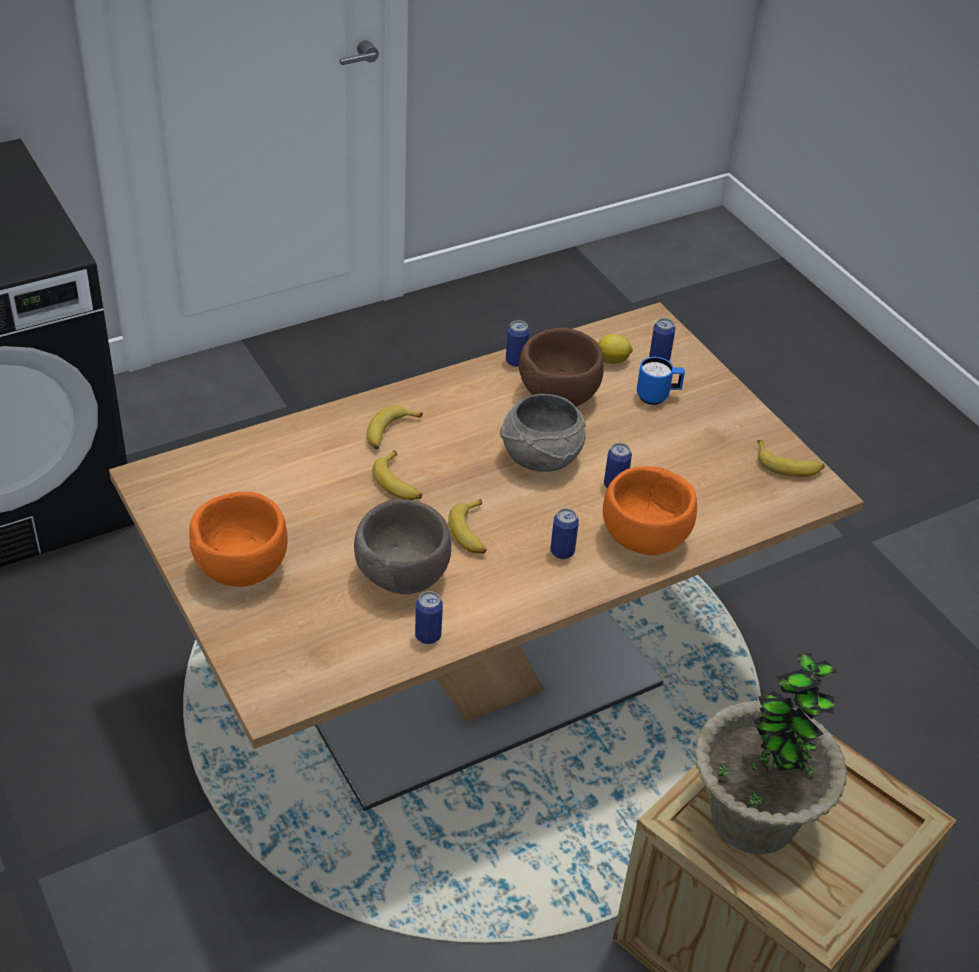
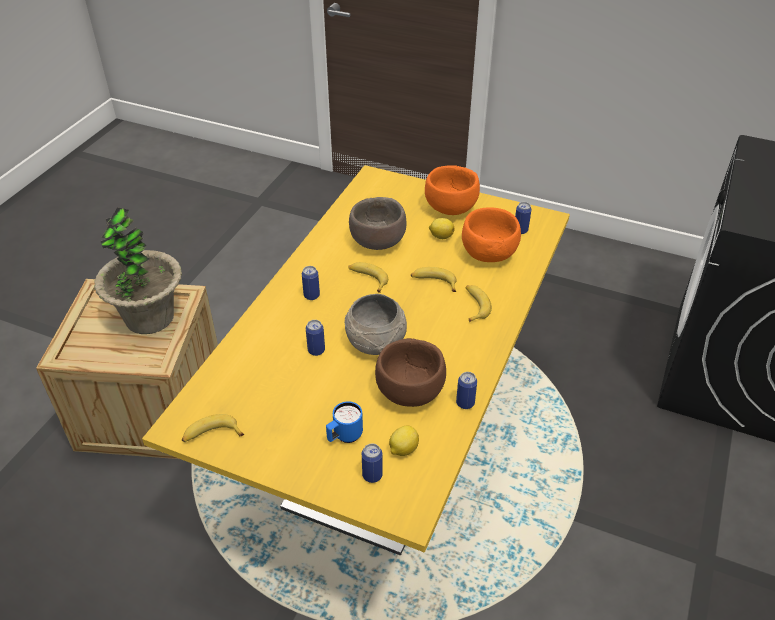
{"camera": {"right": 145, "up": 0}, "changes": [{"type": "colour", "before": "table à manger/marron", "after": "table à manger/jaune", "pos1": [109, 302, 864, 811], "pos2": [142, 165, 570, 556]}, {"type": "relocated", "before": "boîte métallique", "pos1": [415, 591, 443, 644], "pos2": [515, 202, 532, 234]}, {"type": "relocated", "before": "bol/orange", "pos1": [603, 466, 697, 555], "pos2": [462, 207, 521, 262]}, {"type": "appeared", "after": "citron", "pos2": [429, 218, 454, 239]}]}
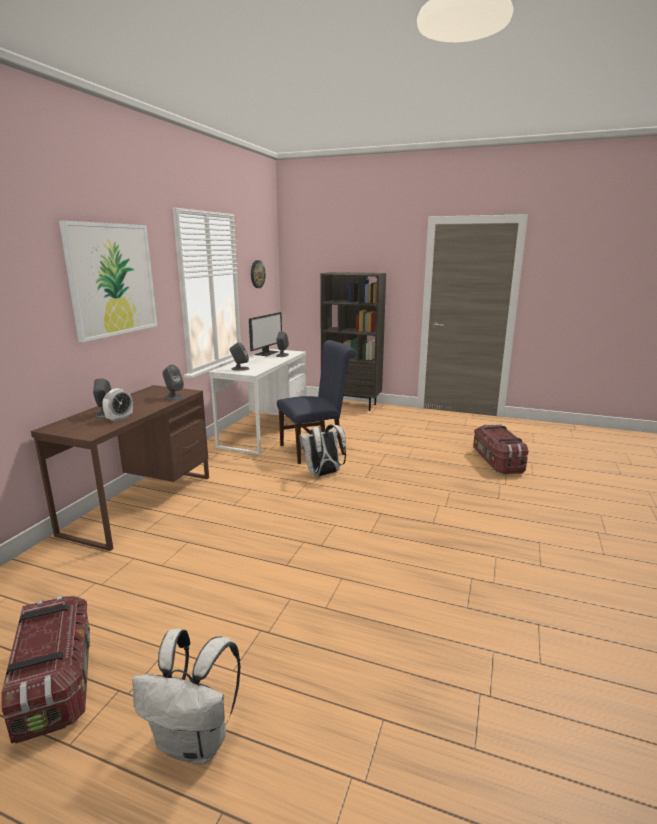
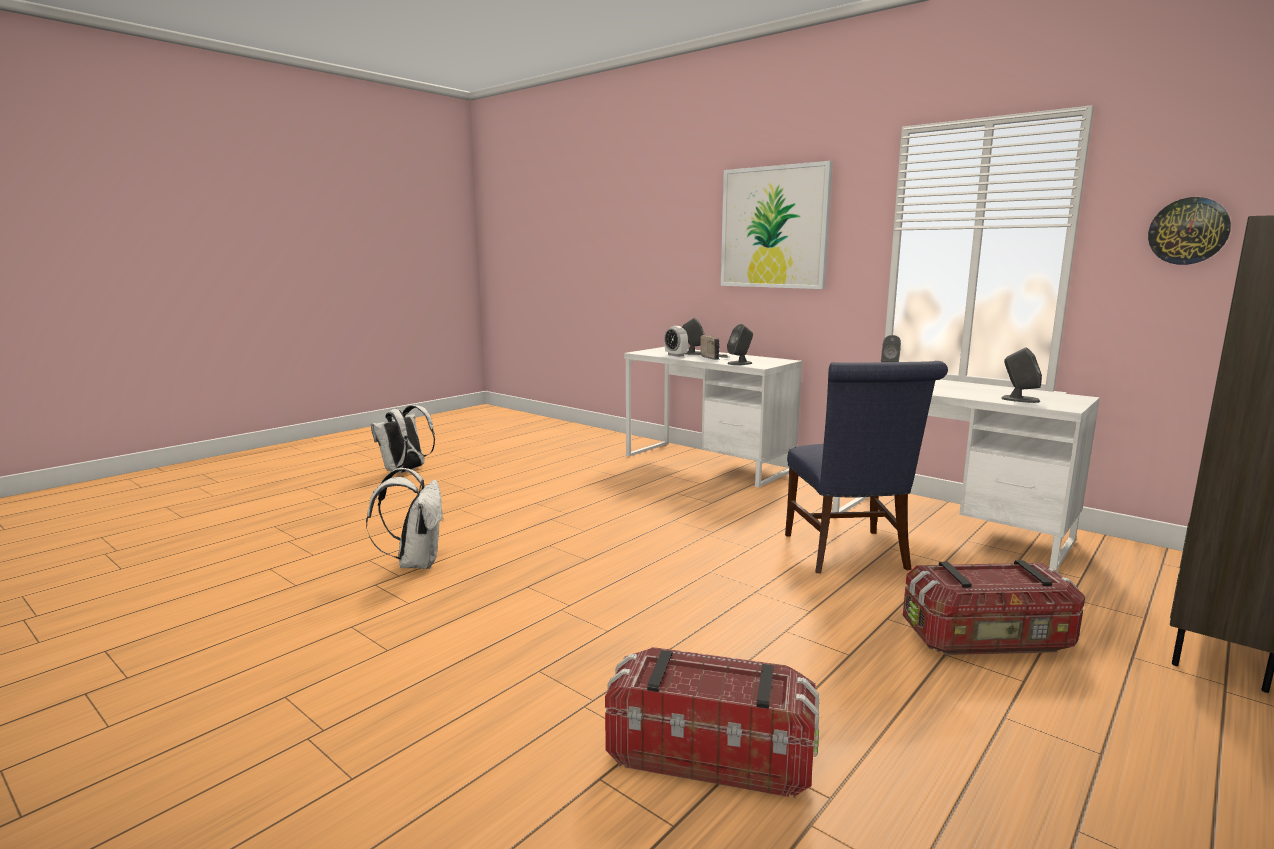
{"camera": {"right": 110, "up": -5}, "changes": [{"type": "relocated", "before": "boîte de rangement", "pos1": [1, 596, 90, 744], "pos2": [903, 560, 1085, 655]}, {"type": "colour", "before": "bureau/marron", "after": "bureau/blanc", "pos1": [31, 385, 209, 551], "pos2": [624, 347, 802, 487]}, {"type": "missing", "before": "écran d'ordinateur", "pos1": [249, 312, 282, 356]}, {"type": "relocated", "before": "sac à dos/blanc", "pos1": [299, 424, 346, 477], "pos2": [366, 468, 444, 569]}, {"type": "appeared", "after": "radio", "pos2": [700, 334, 729, 360]}]}
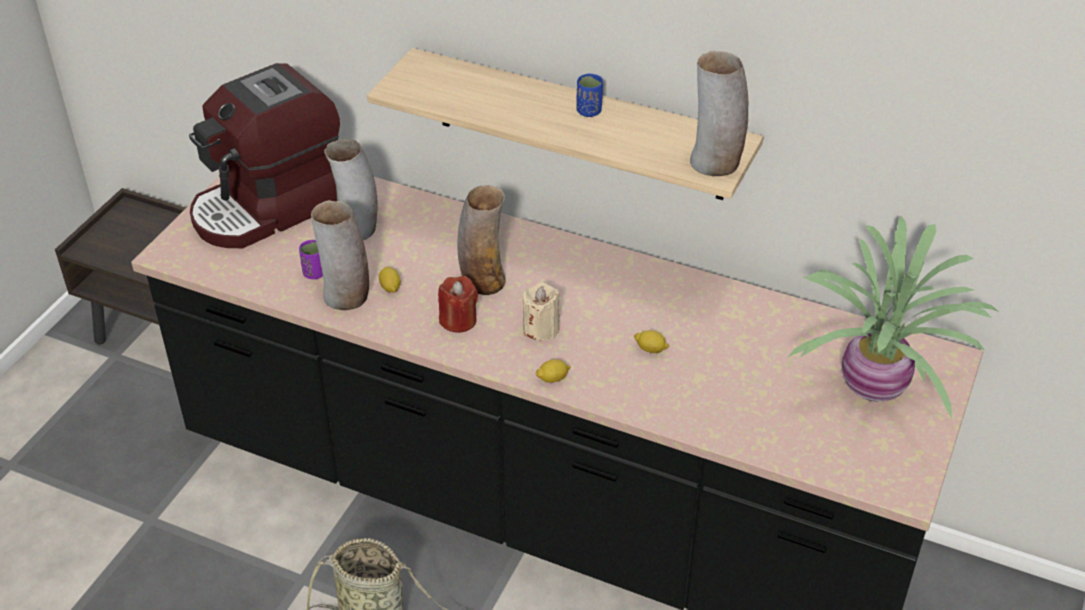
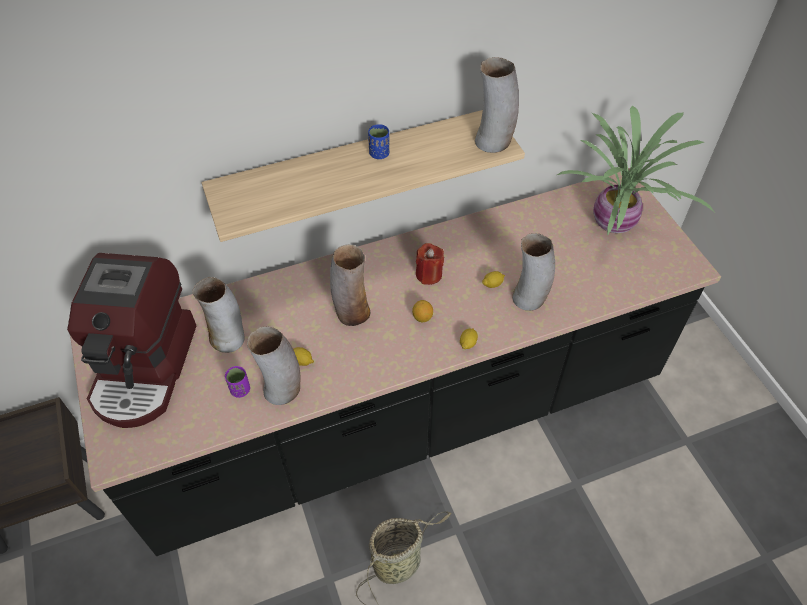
{"camera": {"right": -45, "up": 10}, "changes": [{"type": "relocated", "before": "bougie/rouge", "pos1": [438, 276, 478, 333], "pos2": [416, 243, 444, 285]}, {"type": "exchanged", "before": "bougie/beige", "after": "citron", "pos1": [523, 282, 560, 340], "pos2": [412, 300, 433, 322]}, {"type": "appeared", "after": "vase", "pos2": [512, 233, 555, 311]}]}
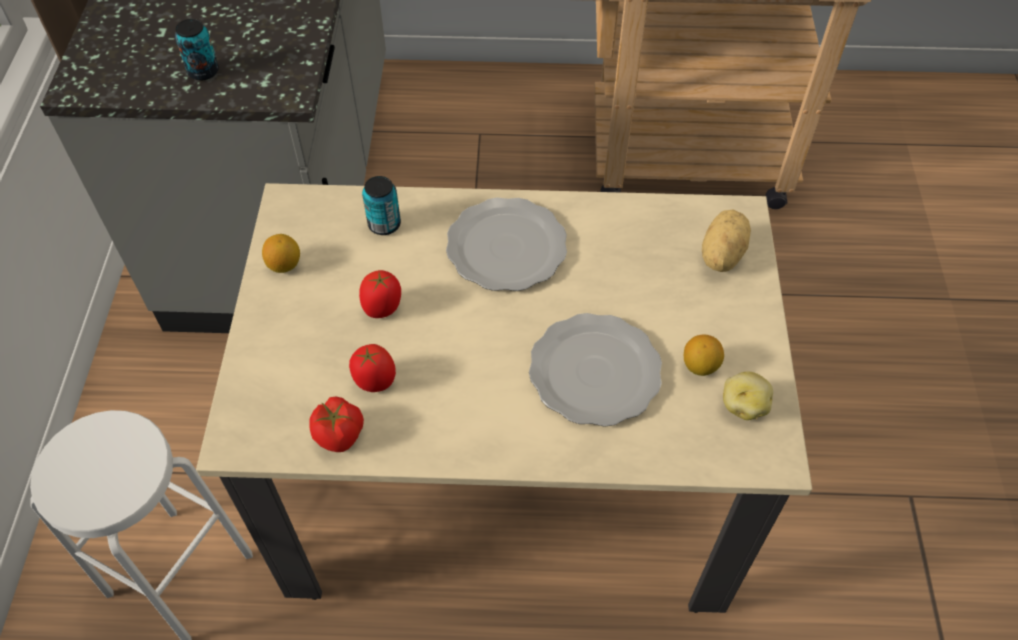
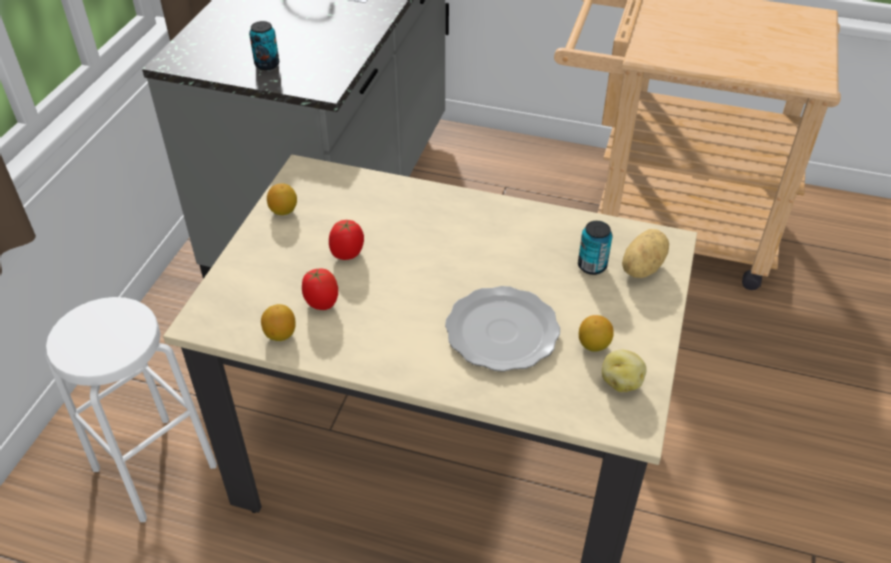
{"camera": {"right": 15, "up": -10}, "changes": [{"type": "exchanged", "before": "tomate", "after": "citron", "pos1": [309, 396, 364, 452], "pos2": [261, 304, 296, 341]}, {"type": "relocated", "before": "boîte métallique", "pos1": [362, 176, 401, 235], "pos2": [578, 221, 612, 275]}, {"type": "missing", "before": "assiette", "pos1": [446, 198, 567, 291]}]}
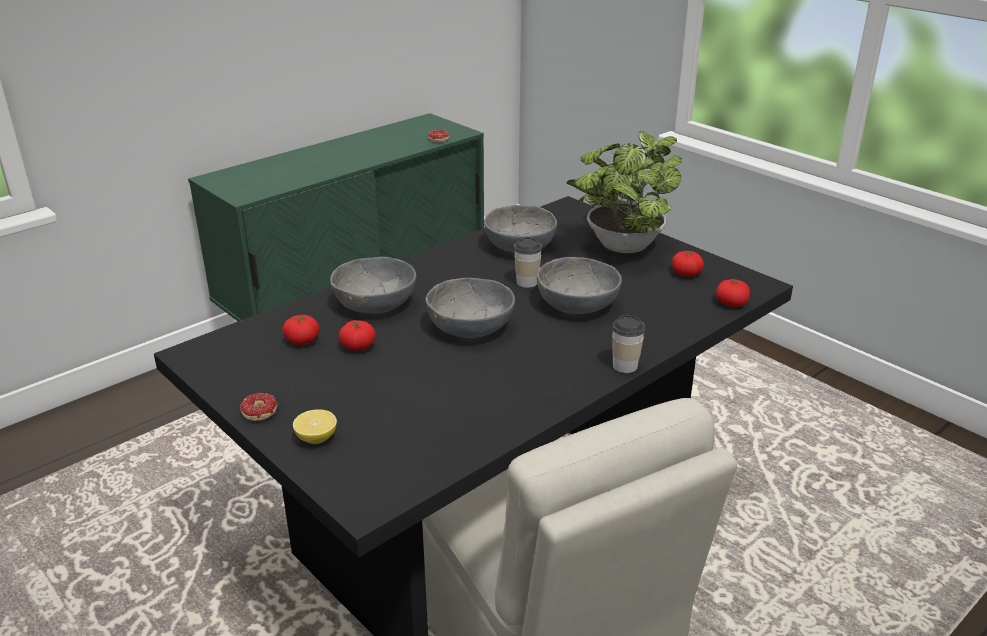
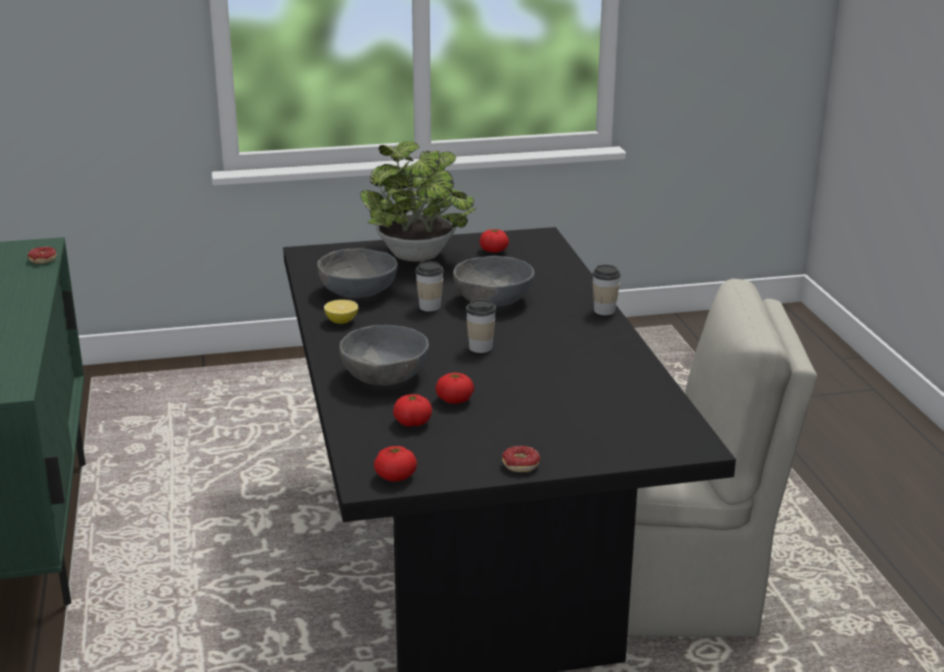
{"camera": {"right": -60, "up": -5}, "changes": [{"type": "relocated", "before": "citron", "pos1": [293, 409, 337, 444], "pos2": [324, 300, 358, 324]}, {"type": "exchanged", "before": "bol/gris", "after": "tasse", "pos1": [425, 278, 515, 338], "pos2": [466, 299, 496, 353]}, {"type": "relocated", "before": "tomate", "pos1": [716, 279, 750, 307], "pos2": [374, 446, 417, 481]}]}
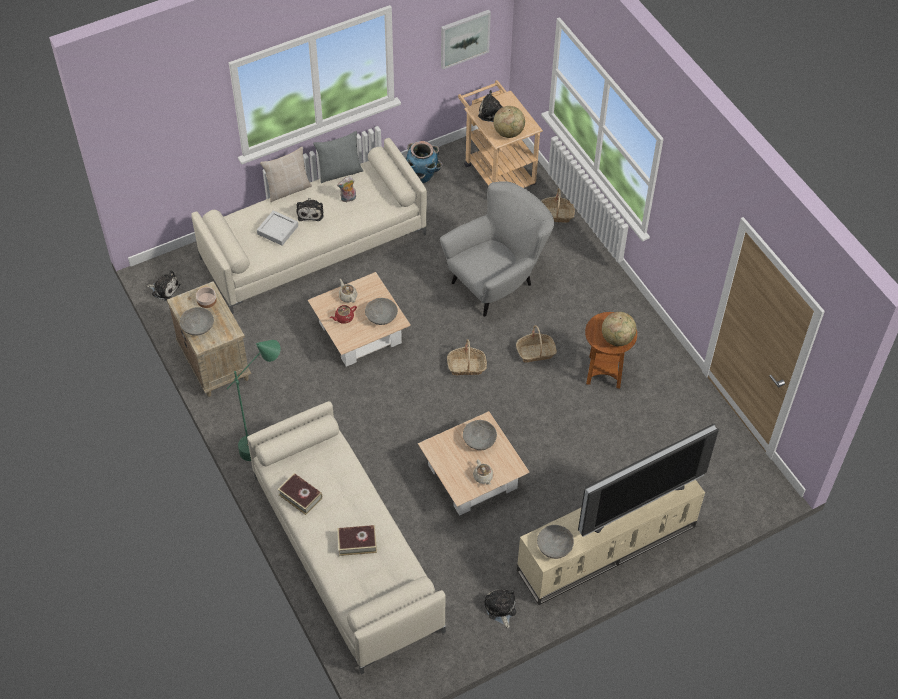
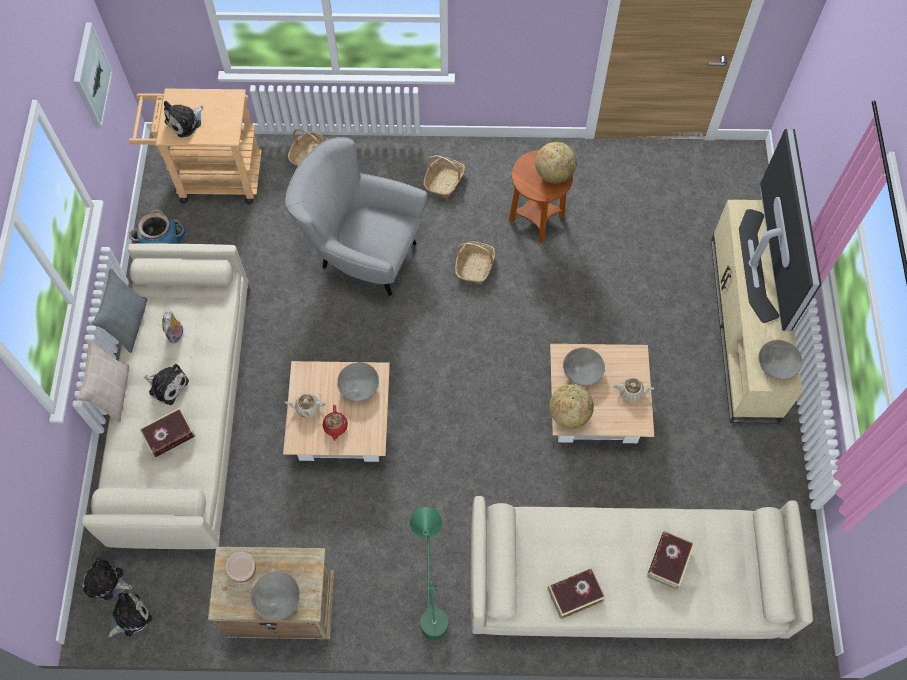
{"camera": {"right": -60, "up": 10}, "changes": [{"type": "exchanged", "before": "plateau/gris", "after": "livre", "pos1": [257, 210, 298, 245], "pos2": [139, 407, 196, 458]}, {"type": "spun", "before": "fauteuil/gris", "pos1": [440, 181, 554, 317], "pos2": [285, 137, 427, 296], "turn": -60}, {"type": "relocated", "before": "panier", "pos1": [447, 339, 487, 375], "pos2": [423, 155, 465, 198]}, {"type": "relocated", "before": "peluche", "pos1": [484, 589, 516, 629], "pos2": [82, 558, 133, 600]}, {"type": "relocated", "before": "globe", "pos1": [493, 106, 525, 138], "pos2": [550, 384, 594, 428]}]}
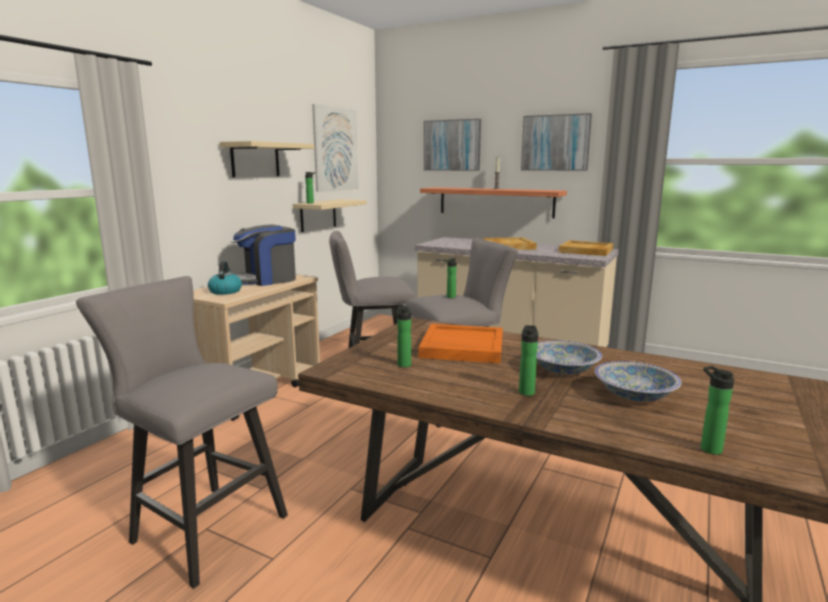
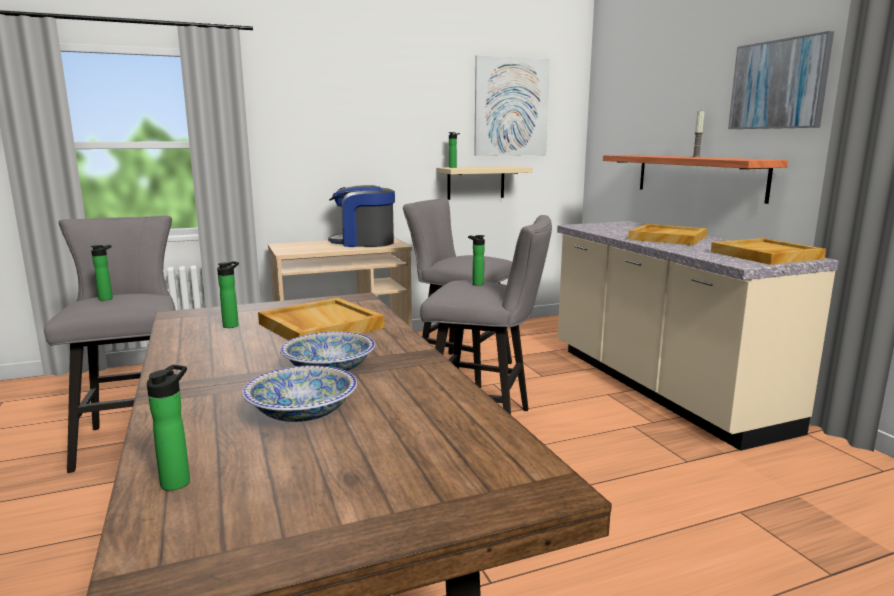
{"camera": {"right": 40, "up": 0}, "changes": [{"type": "missing", "before": "bouilloire", "pos1": [208, 261, 242, 295]}, {"type": "missing", "before": "étagère/beige", "pos1": [220, 141, 314, 178]}, {"type": "colour", "before": "plateau/orange", "after": "plateau/beige", "pos1": [419, 324, 503, 363], "pos2": [258, 298, 385, 341]}, {"type": "missing", "before": "tableau", "pos1": [424, 119, 481, 171]}, {"type": "relocated", "before": "bouteille", "pos1": [519, 325, 538, 396], "pos2": [90, 245, 113, 301]}]}
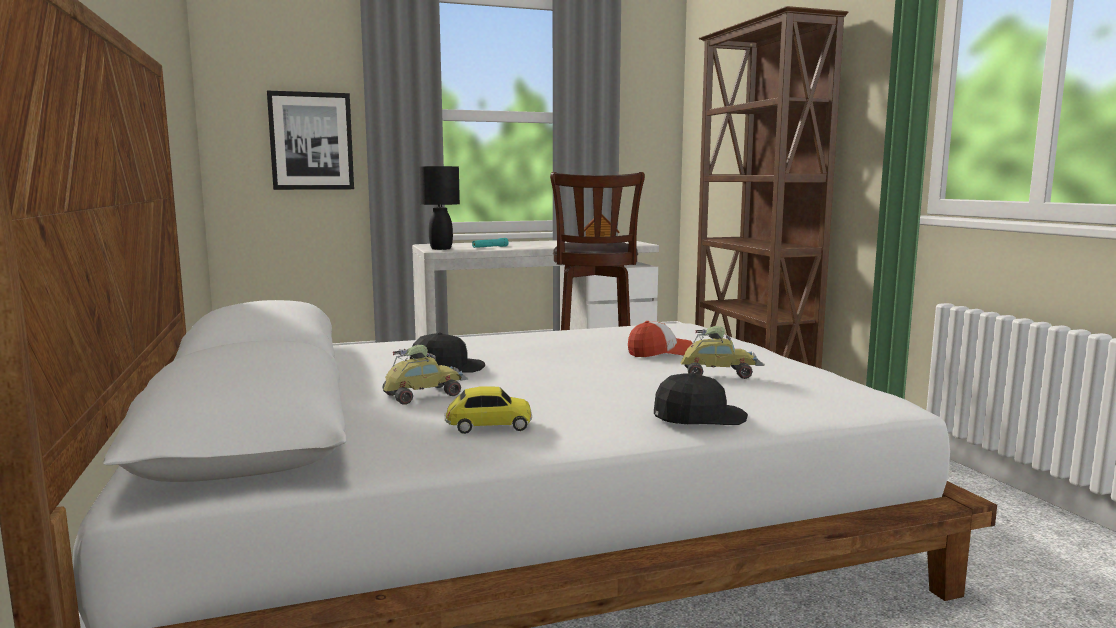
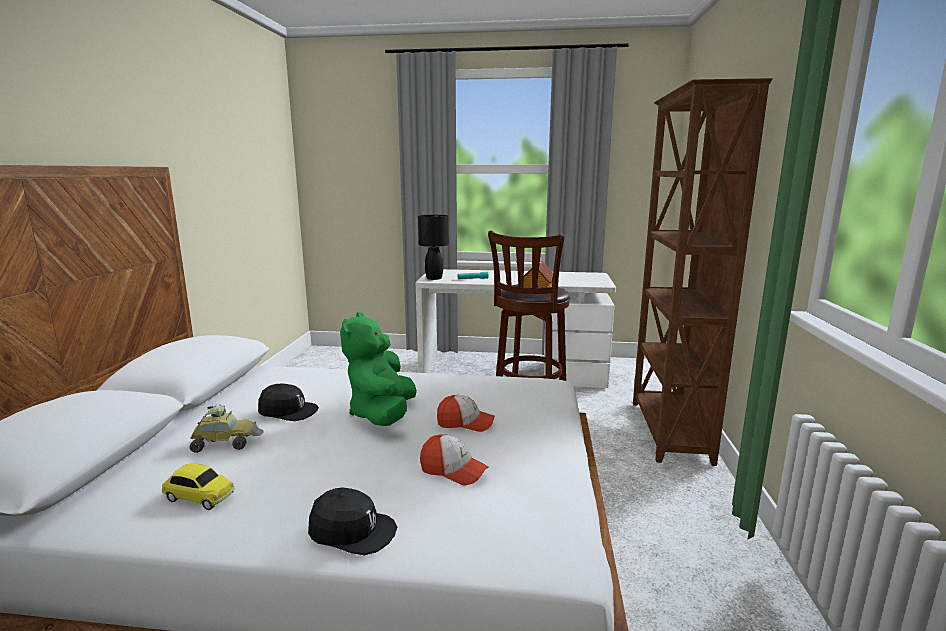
{"camera": {"right": 25, "up": 5}, "changes": [{"type": "missing", "before": "tableau", "pos1": [267, 91, 354, 190]}, {"type": "exchanged", "before": "petite voiture", "after": "casquette", "pos1": [680, 326, 765, 379], "pos2": [420, 434, 489, 486]}, {"type": "appeared", "after": "peluche/vert", "pos2": [340, 312, 417, 426]}]}
